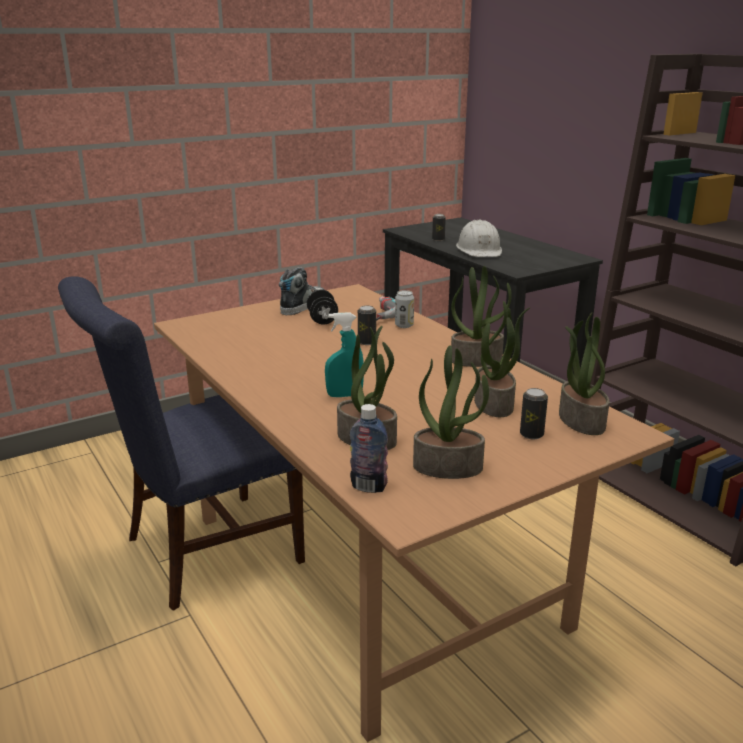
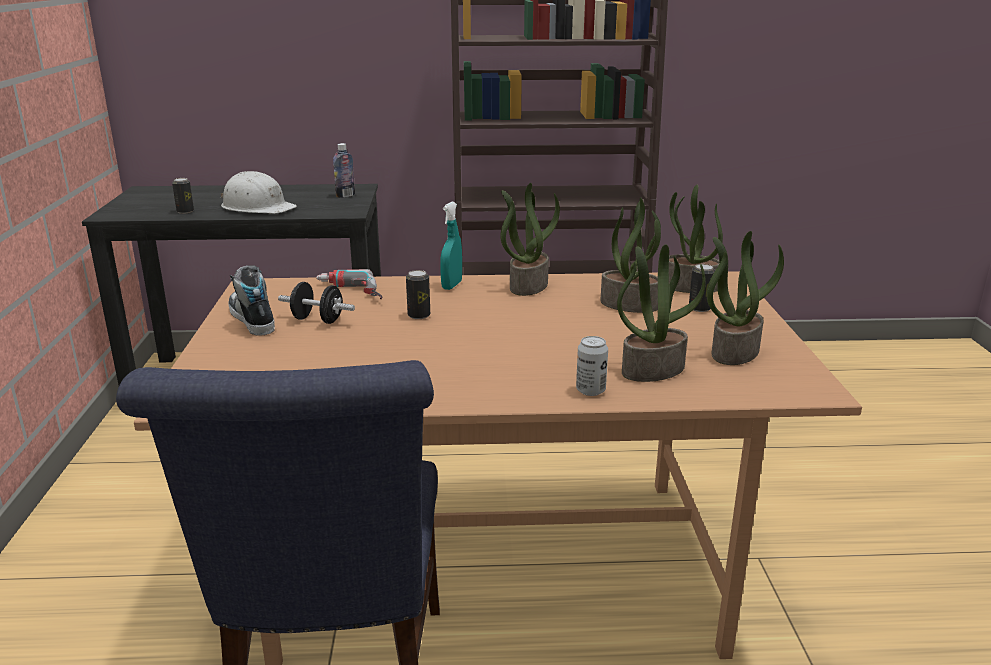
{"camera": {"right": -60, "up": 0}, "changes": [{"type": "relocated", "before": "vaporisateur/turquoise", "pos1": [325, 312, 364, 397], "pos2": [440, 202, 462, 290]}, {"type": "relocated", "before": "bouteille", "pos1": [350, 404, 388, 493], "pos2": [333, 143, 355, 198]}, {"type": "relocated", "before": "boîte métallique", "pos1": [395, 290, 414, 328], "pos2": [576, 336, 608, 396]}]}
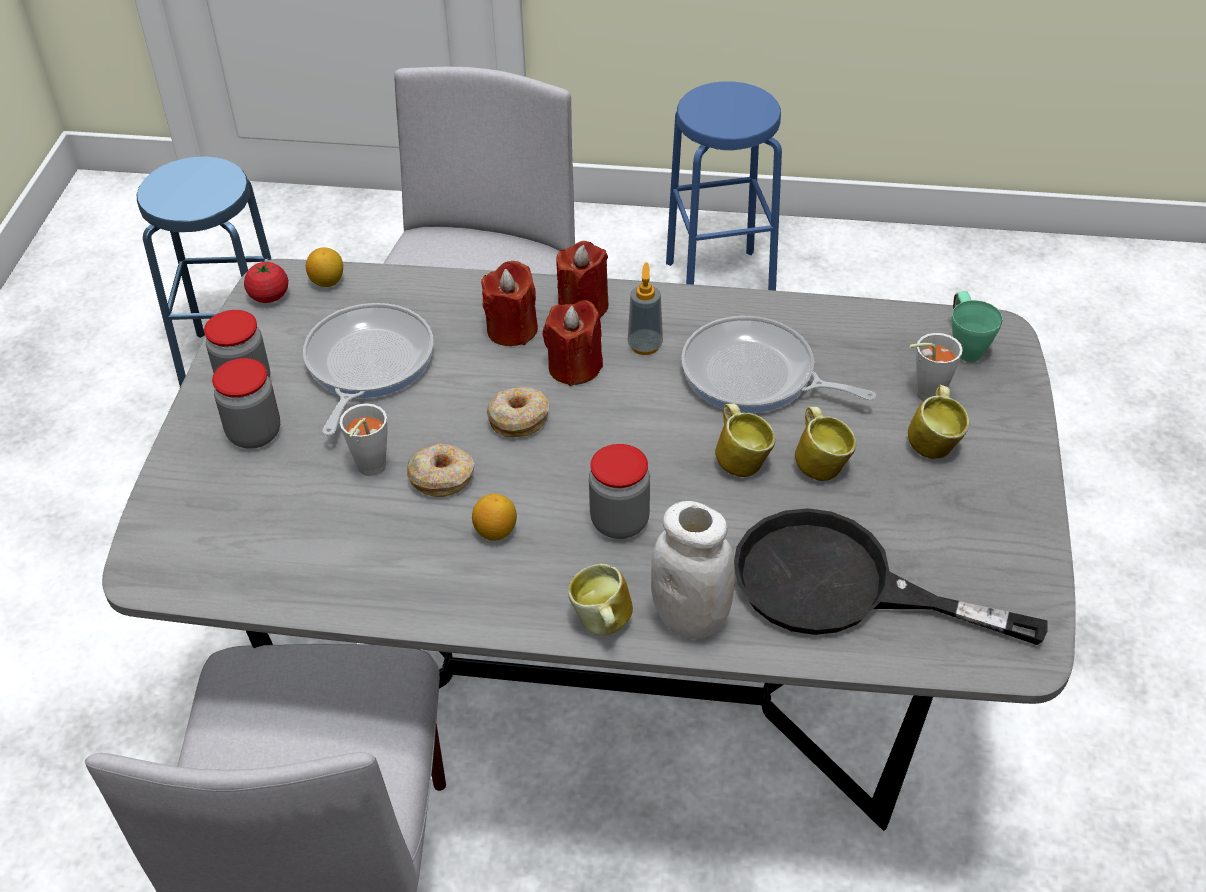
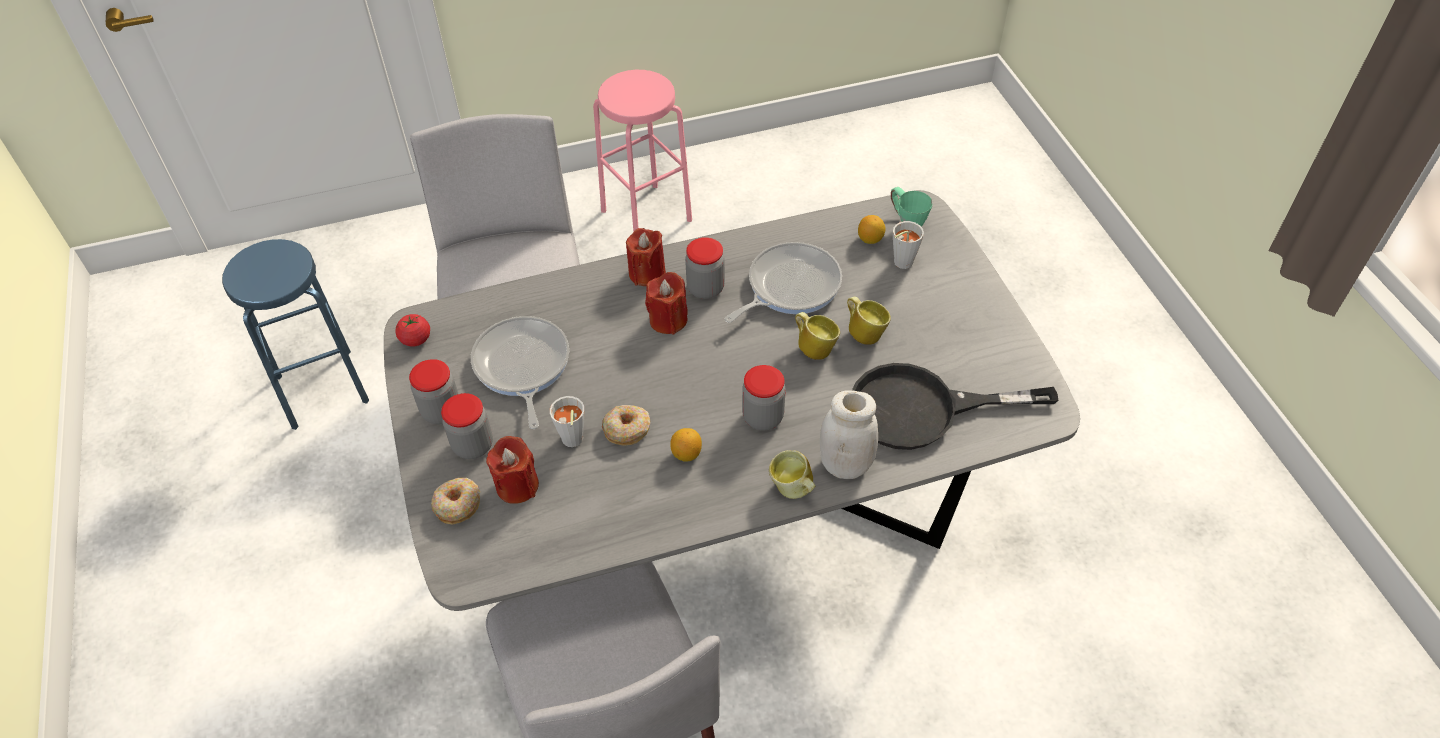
{"camera": {"right": -25, "up": 5}, "changes": [{"type": "relocated", "before": "citron", "pos1": [306, 247, 343, 287], "pos2": [858, 215, 886, 244]}, {"type": "relocated", "before": "bougie/rouge", "pos1": [481, 261, 538, 346], "pos2": [486, 436, 539, 504]}, {"type": "relocated", "before": "beignet", "pos1": [487, 387, 549, 437], "pos2": [431, 477, 480, 525]}, {"type": "exchanged", "before": "distributeur de savon", "after": "bocal", "pos1": [628, 263, 663, 355], "pos2": [685, 237, 725, 299]}, {"type": "colour", "before": "tabouret/bleu", "after": "tabouret/rose", "pos1": [666, 81, 782, 291], "pos2": [593, 70, 692, 232]}, {"type": "spun", "before": "poêle", "pos1": [681, 316, 876, 413], "pos2": [725, 242, 842, 323], "turn": 135}, {"type": "missing", "before": "mug", "pos1": [908, 385, 969, 459]}]}
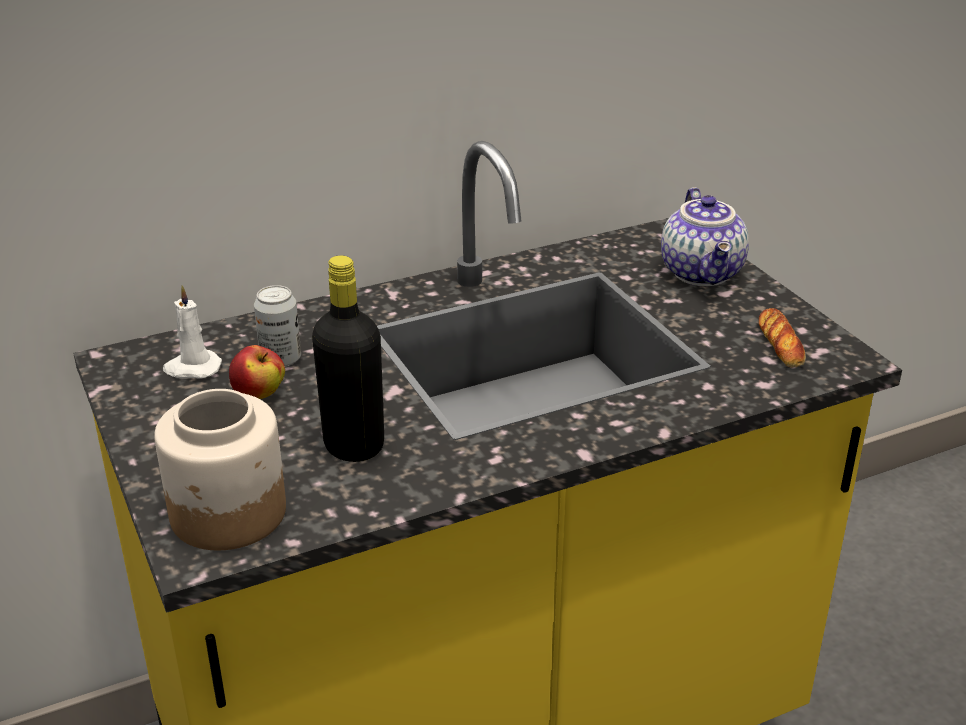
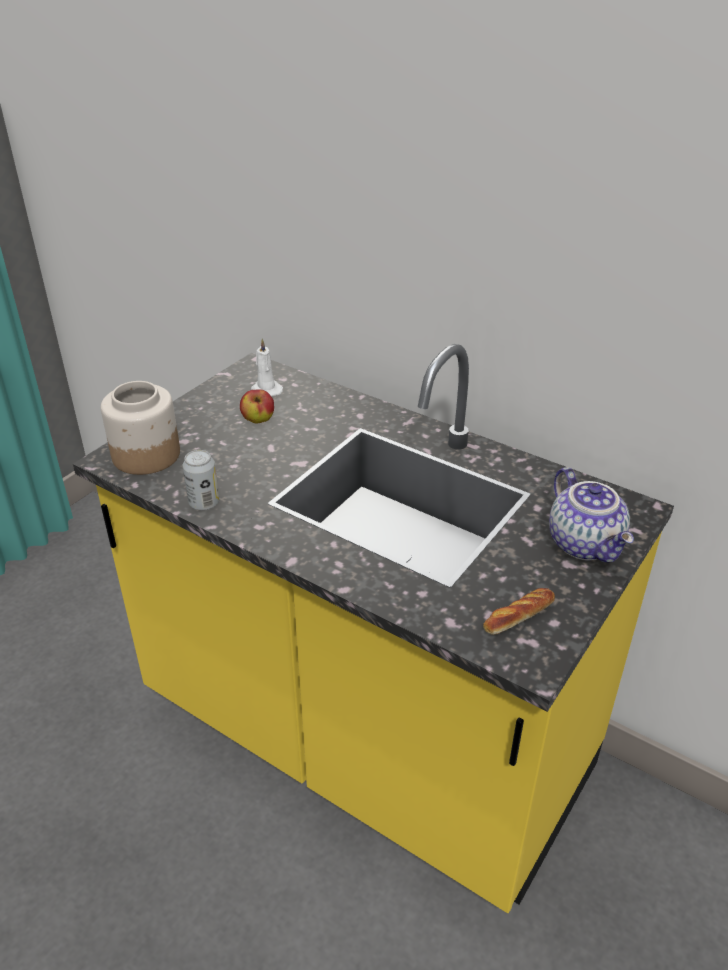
{"camera": {"right": 60, "up": 5}, "changes": [{"type": "relocated", "before": "boîte métallique", "pos1": [254, 285, 301, 367], "pos2": [183, 450, 219, 511]}, {"type": "missing", "before": "bouteille/noir", "pos1": [312, 255, 384, 462]}, {"type": "spun", "before": "théière", "pos1": [661, 187, 749, 286], "pos2": [549, 467, 634, 563], "turn": -75}]}
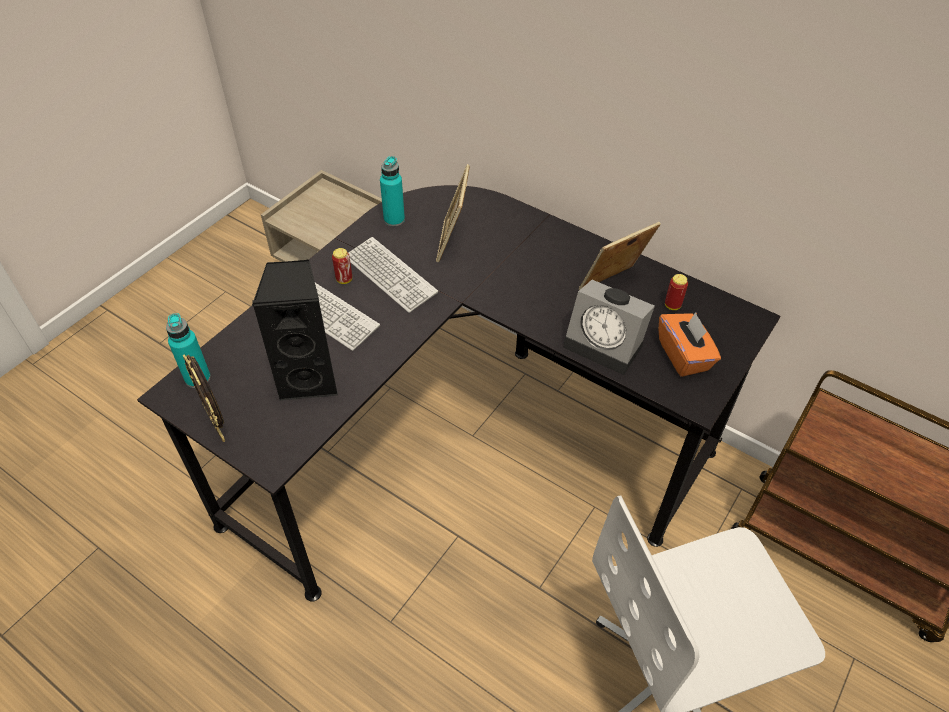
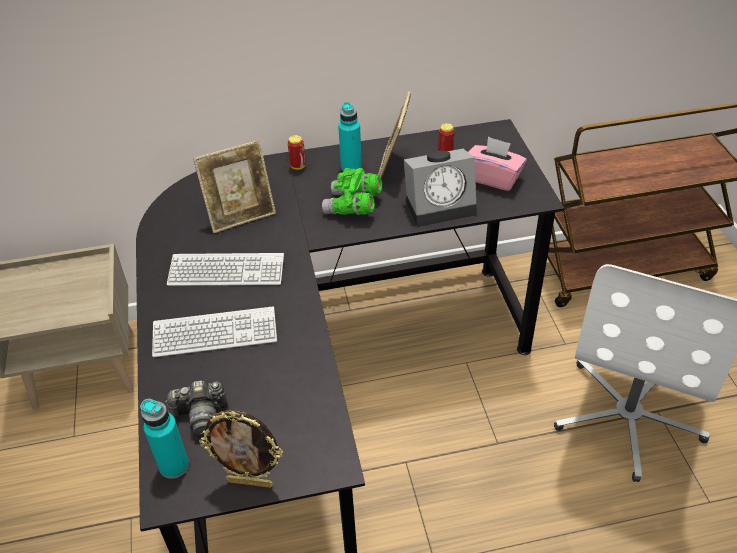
{"camera": {"right": -45, "up": -5}, "changes": [{"type": "missing", "before": "enceinte/noir", "pos1": [252, 260, 338, 401]}, {"type": "relocated", "before": "boîte métallique", "pos1": [332, 248, 352, 284], "pos2": [288, 135, 306, 170]}, {"type": "relocated", "before": "bouteille/turquoise", "pos1": [380, 156, 405, 226], "pos2": [338, 102, 362, 171]}, {"type": "spun", "before": "cadre photo", "pos1": [436, 164, 470, 262], "pos2": [193, 140, 276, 233], "turn": -75}, {"type": "colour", "before": "boîte à mouchoirs/orange", "after": "boîte à mouchoirs/rose", "pos1": [659, 312, 721, 377], "pos2": [468, 136, 527, 191]}, {"type": "appeared", "after": "appareil photo", "pos2": [165, 380, 228, 437]}, {"type": "appeared", "after": "jumelles/vert", "pos2": [322, 168, 382, 215]}]}
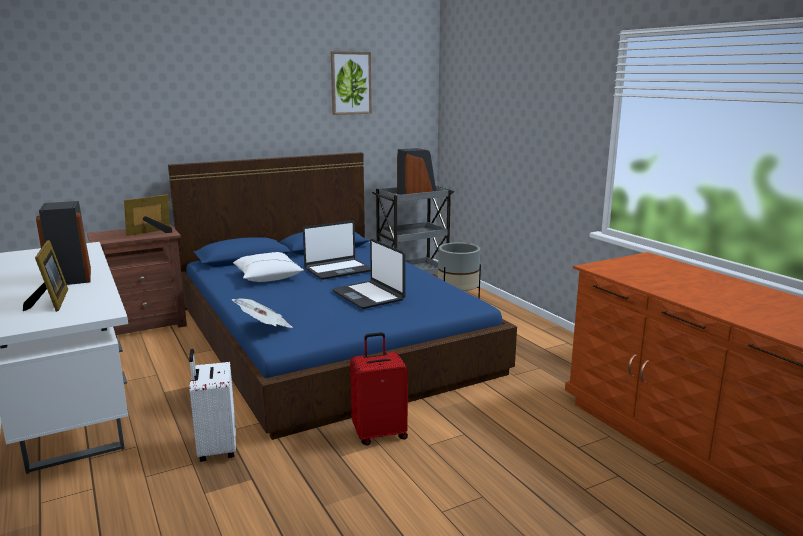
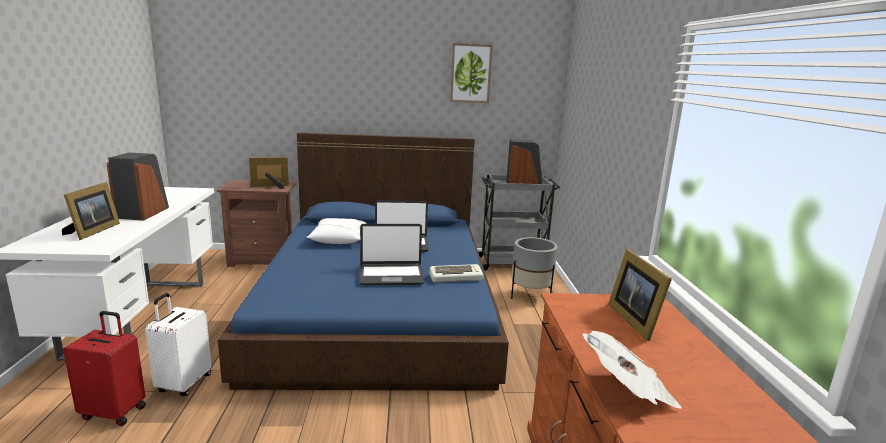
{"camera": {"right": 25, "up": 0}, "changes": [{"type": "relocated", "before": "journal", "pos1": [232, 298, 293, 328], "pos2": [582, 331, 682, 409]}, {"type": "spun", "before": "ordinateur portable", "pos1": [332, 239, 406, 309], "pos2": [359, 224, 424, 285], "turn": -90}, {"type": "relocated", "before": "valise/rouge", "pos1": [350, 332, 408, 445], "pos2": [63, 311, 146, 426]}, {"type": "appeared", "after": "clavier", "pos2": [430, 264, 484, 283]}, {"type": "appeared", "after": "cadre photo", "pos2": [608, 249, 672, 341]}]}
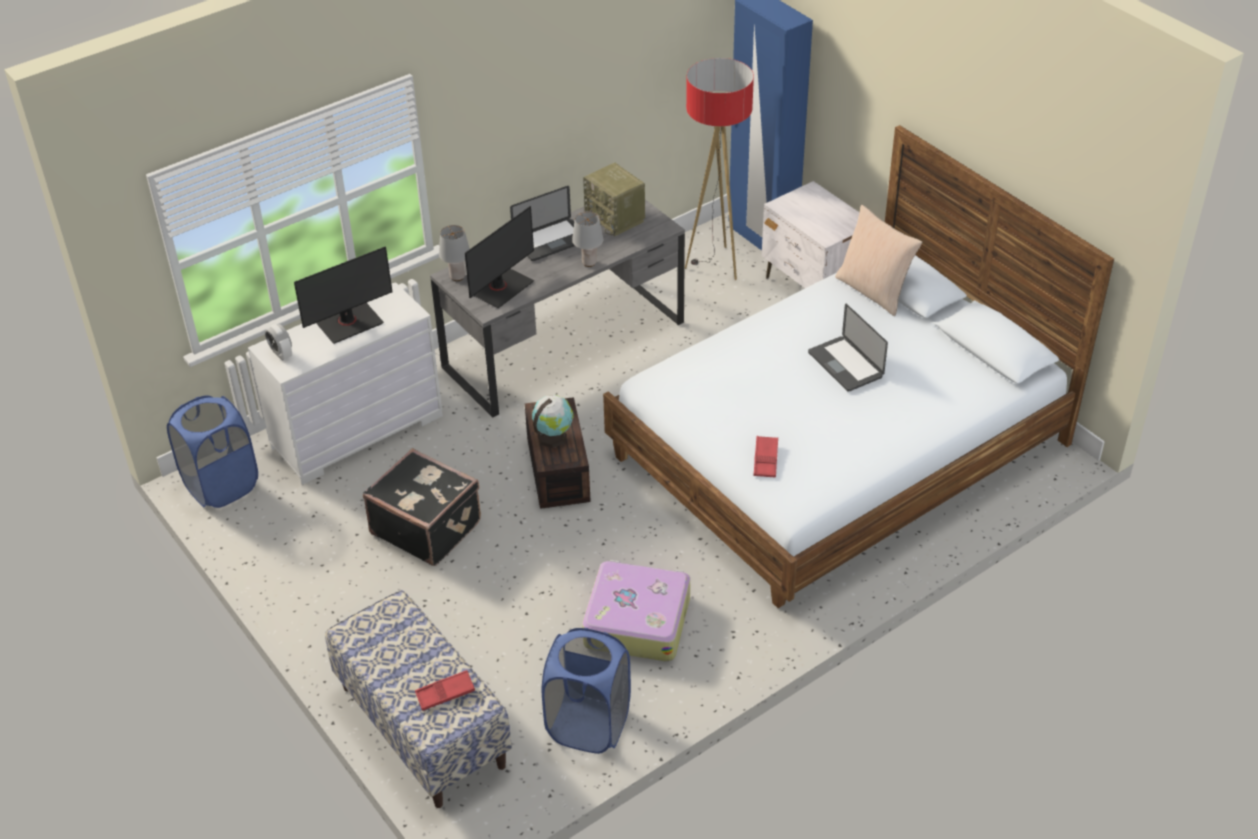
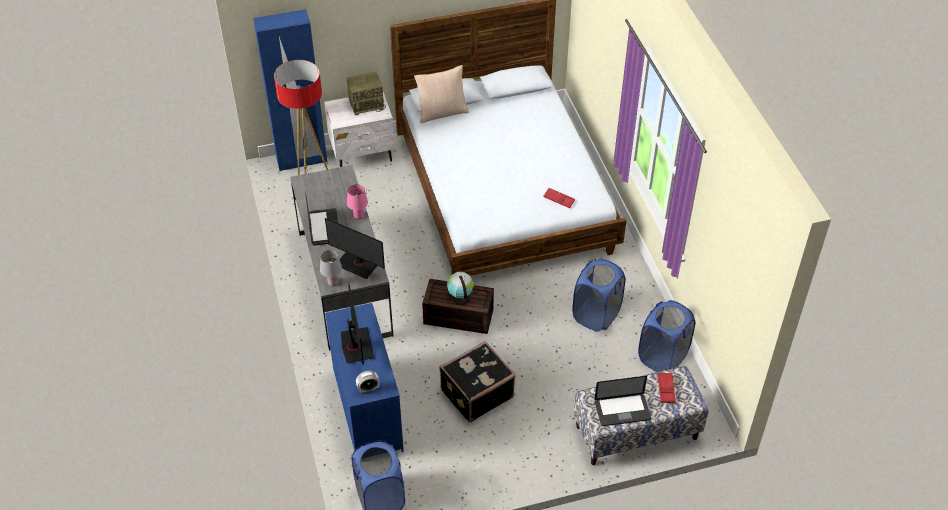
{"camera": {"right": -70, "up": 5}, "changes": [{"type": "colour", "before": "commode/blanc", "after": "commode/bleu", "pos1": [248, 282, 443, 485], "pos2": [325, 303, 404, 452]}, {"type": "spun", "before": "écran d'ordinateur", "pos1": [465, 206, 534, 308], "pos2": [325, 218, 385, 279], "turn": 150}, {"type": "colour", "before": "lampe de table/gris", "after": "lampe de table/rose", "pos1": [572, 211, 603, 267], "pos2": [347, 184, 368, 219]}, {"type": "exchanged", "before": "valise", "after": "panier à linge/bleu", "pos1": [582, 560, 690, 662], "pos2": [572, 259, 626, 332]}, {"type": "relocated", "before": "radio", "pos1": [583, 163, 645, 236], "pos2": [346, 72, 386, 115]}, {"type": "relocated", "before": "ordinateur portable", "pos1": [808, 304, 888, 392], "pos2": [595, 376, 651, 426]}]}
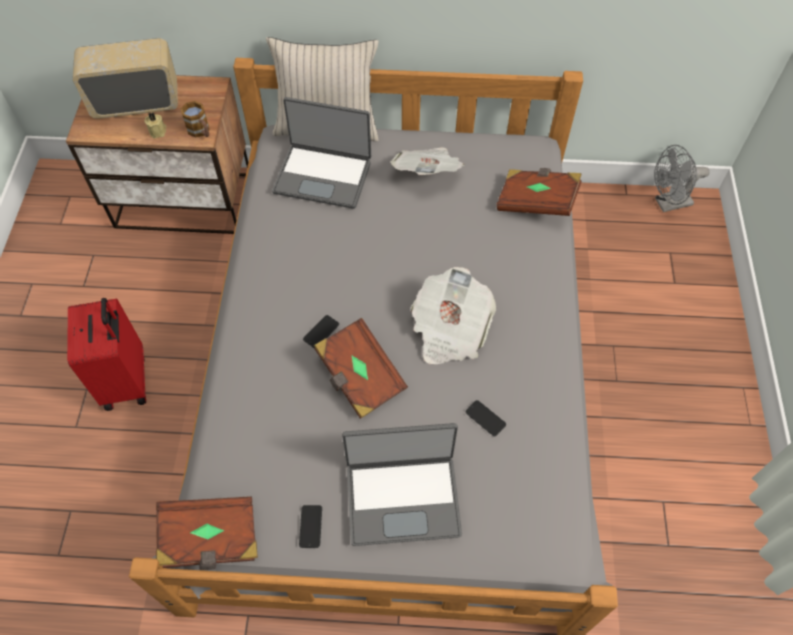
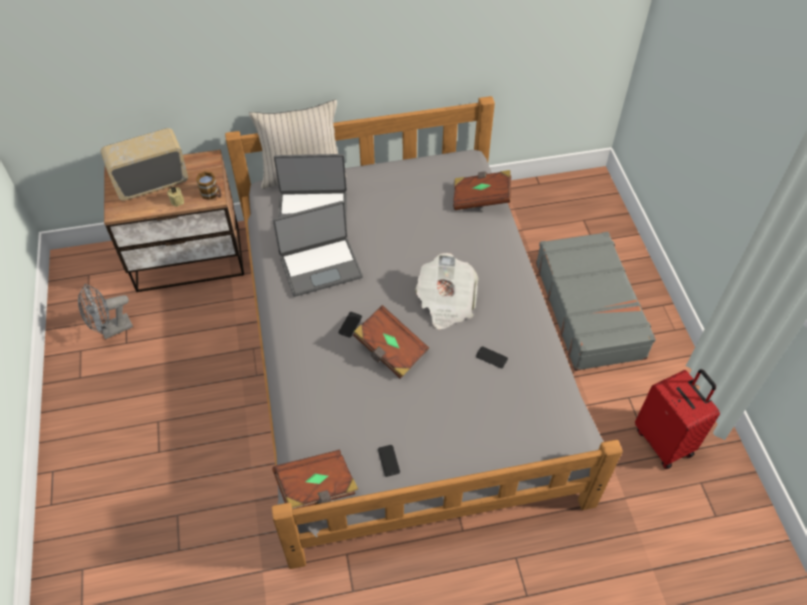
{"camera": {"right": -15, "up": -5}, "changes": [{"type": "relocated", "before": "valise/rouge", "pos1": [67, 298, 146, 411], "pos2": [635, 369, 720, 469]}, {"type": "relocated", "before": "ordinateur portable", "pos1": [342, 423, 462, 546], "pos2": [273, 201, 363, 297]}, {"type": "missing", "before": "journal", "pos1": [391, 147, 464, 175]}, {"type": "relocated", "before": "ventilateur/gris", "pos1": [654, 145, 710, 212], "pos2": [78, 284, 133, 339]}, {"type": "appeared", "after": "valise/gris", "pos2": [536, 232, 656, 371]}]}
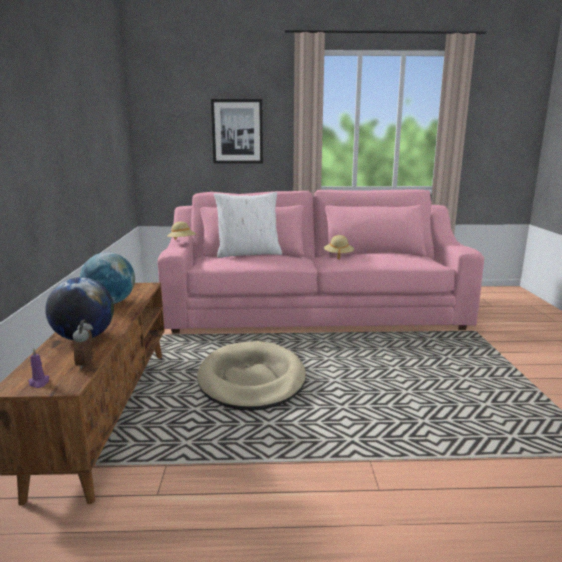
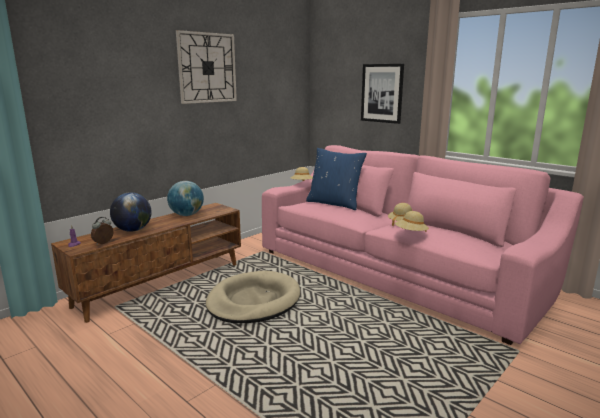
{"camera": {"right": 45, "up": 0}, "changes": [{"type": "colour", "before": "coussin/blanc", "after": "coussin/bleu", "pos1": [214, 192, 282, 258], "pos2": [306, 148, 367, 210]}, {"type": "appeared", "after": "horloge murale", "pos2": [176, 30, 237, 104]}, {"type": "appeared", "after": "chapeau/beige", "pos2": [395, 211, 429, 232]}]}
